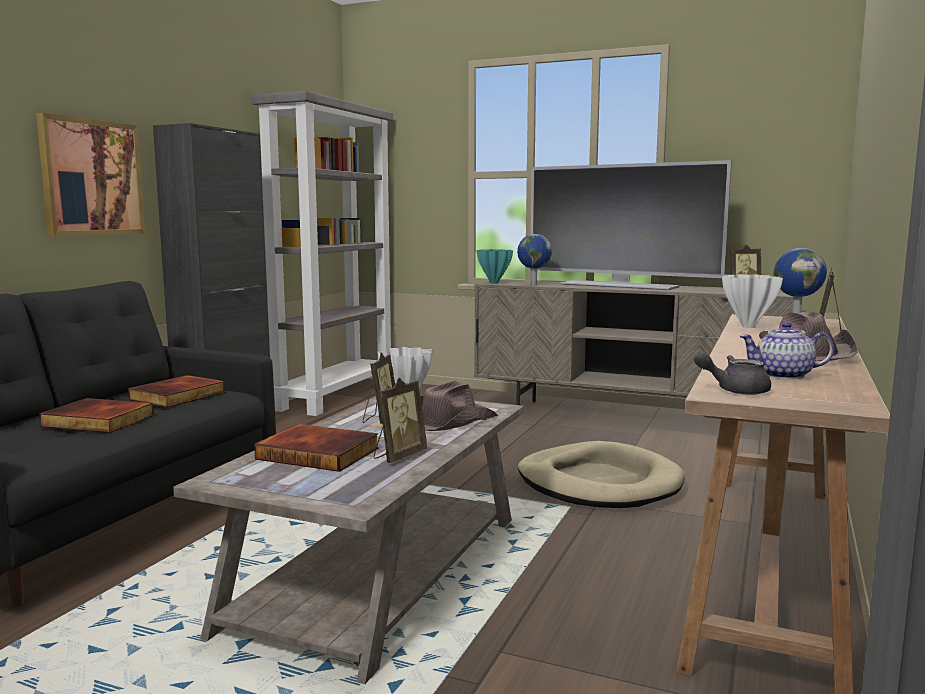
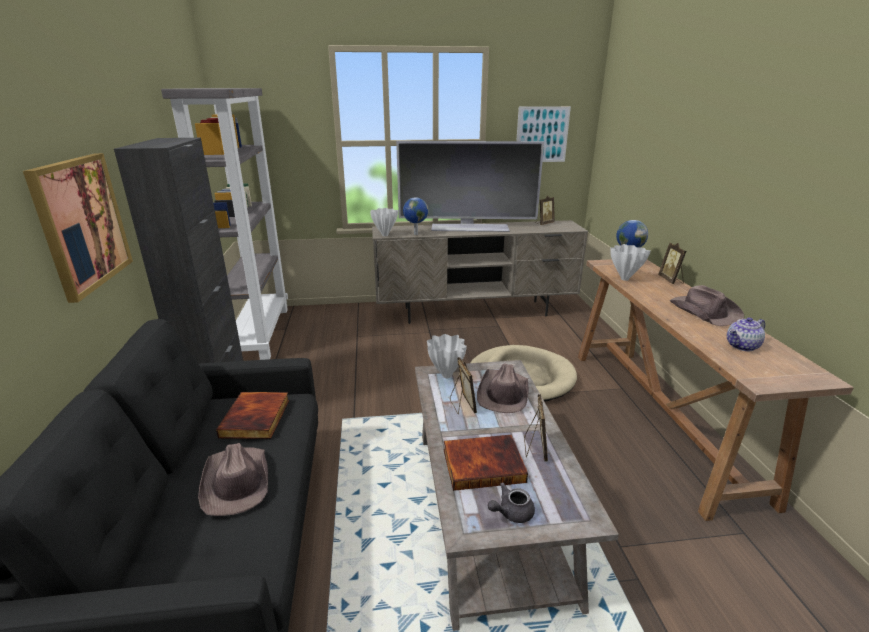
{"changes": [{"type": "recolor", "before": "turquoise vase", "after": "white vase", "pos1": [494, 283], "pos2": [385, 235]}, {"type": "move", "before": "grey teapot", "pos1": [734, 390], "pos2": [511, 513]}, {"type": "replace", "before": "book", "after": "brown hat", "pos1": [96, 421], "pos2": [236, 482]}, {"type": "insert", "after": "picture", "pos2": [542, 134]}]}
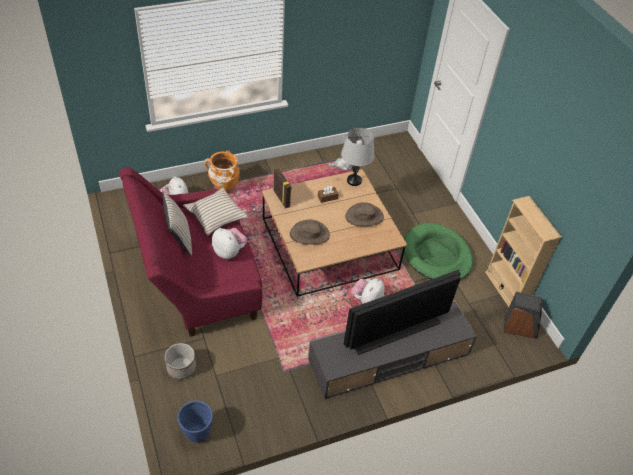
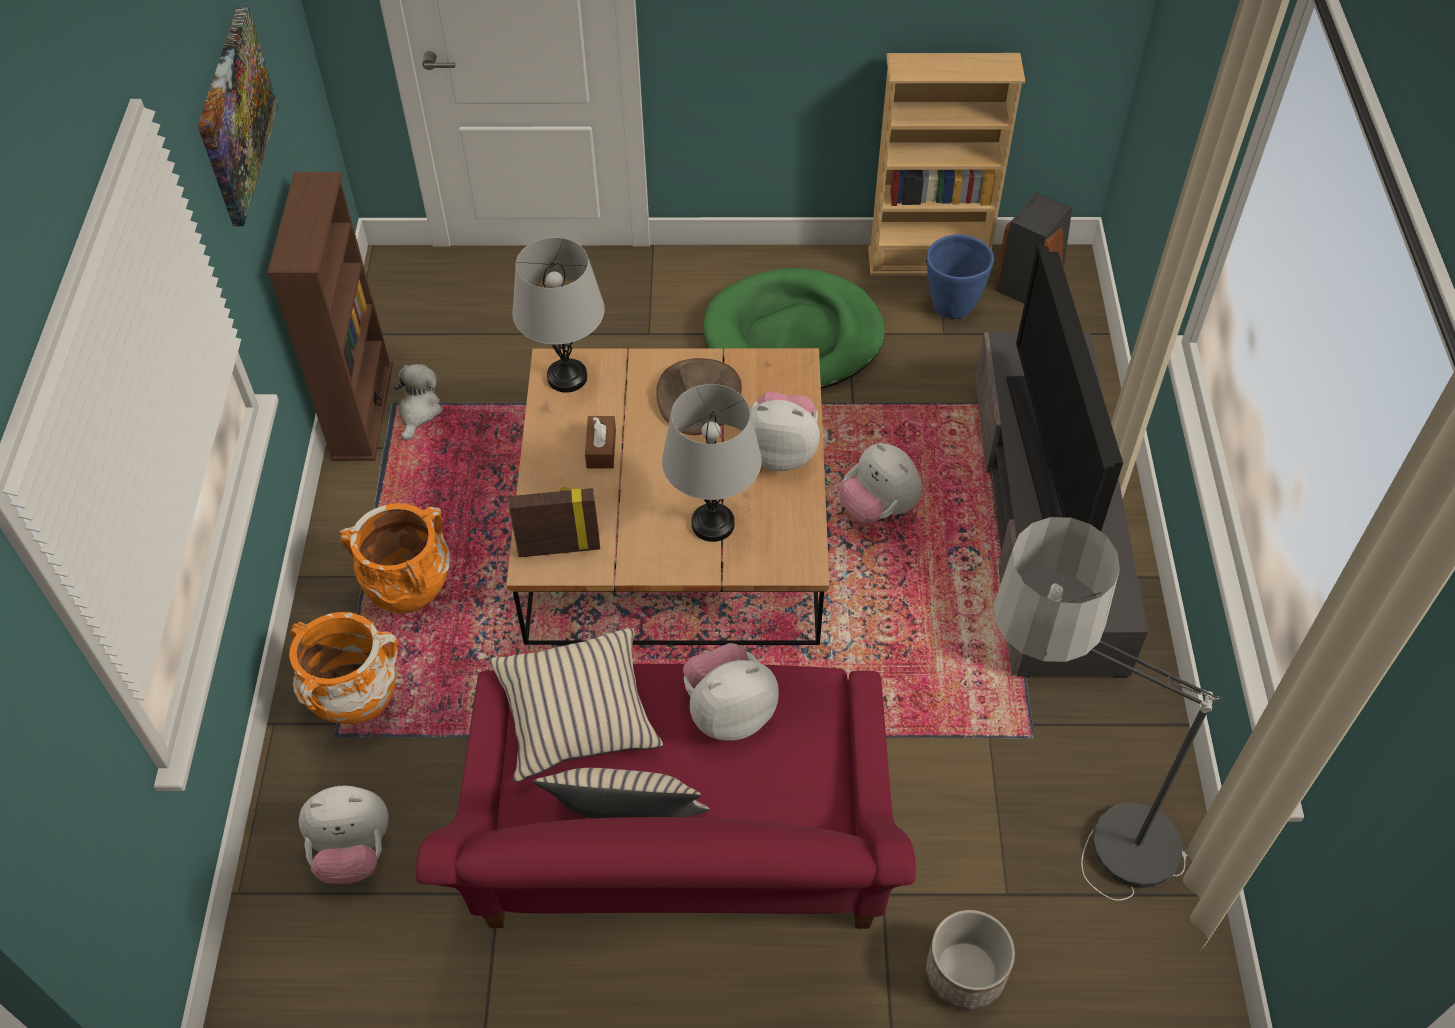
{"changes": [{"type": "replace", "before": "brown hat", "after": "grey table lamp", "pos1": [309, 234], "pos2": [713, 524]}, {"type": "move", "before": "blue planter", "pos1": [197, 433], "pos2": [951, 306]}, {"type": "insert", "after": "picture", "pos2": [235, 115]}, {"type": "insert", "after": "brown bookcase", "pos2": [362, 411]}, {"type": "insert", "after": "plush toy", "pos2": [781, 452]}, {"type": "insert", "after": "orange vase", "pos2": [412, 596]}, {"type": "insert", "after": "floor lamp", "pos2": [1063, 836]}]}
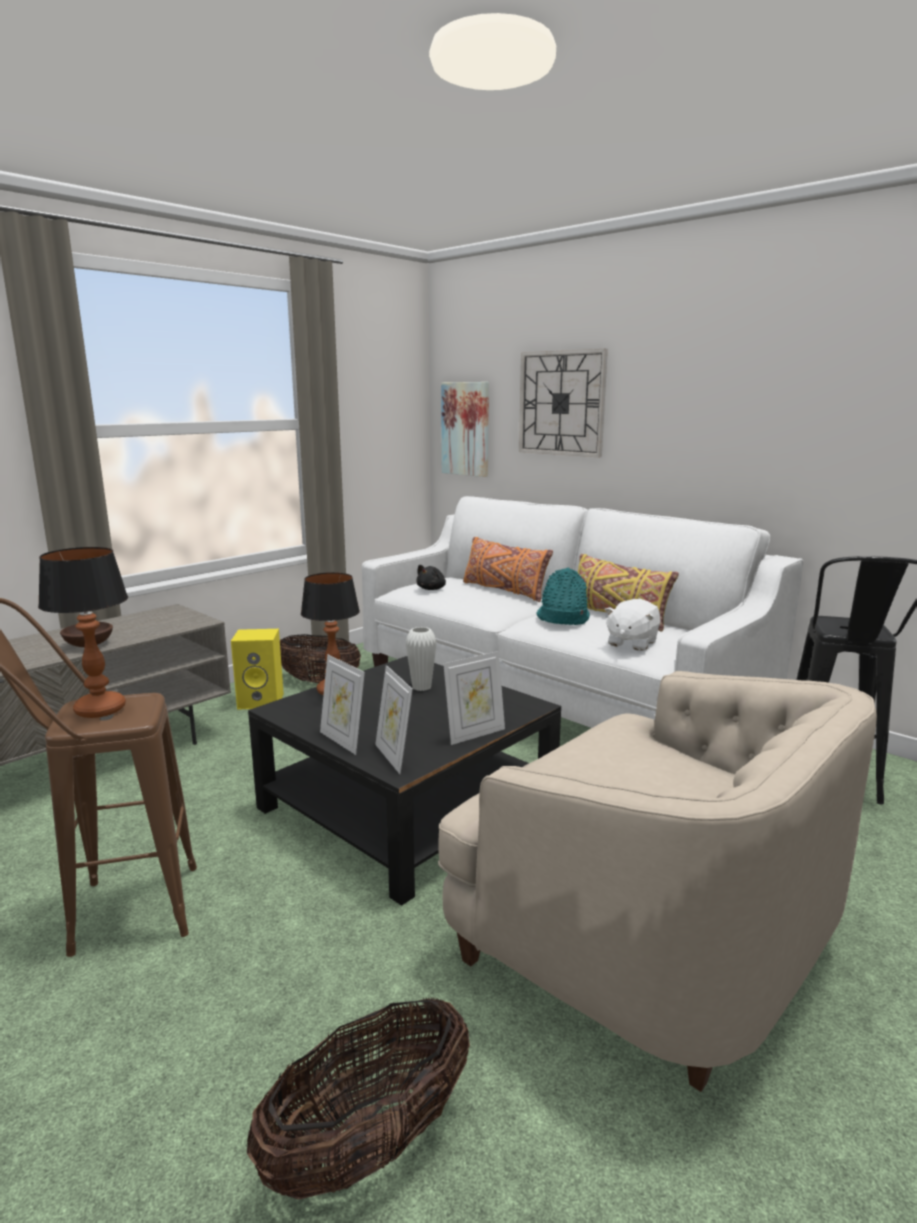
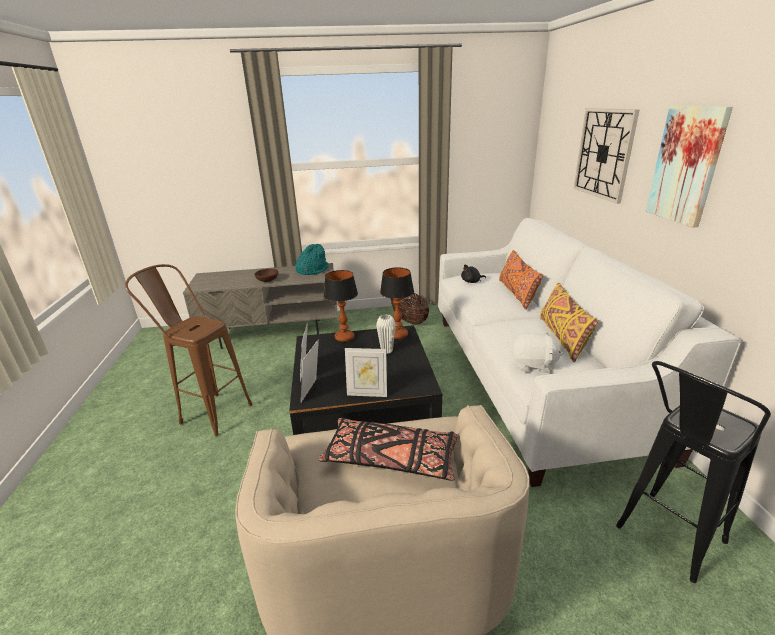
{"changes": [{"type": "move", "before": "picture", "pos1": [466, 429], "pos2": [686, 165]}, {"type": "move", "before": "table lamp", "pos1": [101, 709], "pos2": [398, 335]}, {"type": "move", "before": "turquoise hat", "pos1": [562, 618], "pos2": [312, 270]}, {"type": "rotate", "before": "white plush toy", "pos1": [631, 643], "pos2": [533, 365], "turn": -150}, {"type": "delete", "before": "yellow speaker", "pos1": [262, 701]}, {"type": "delete", "before": "basket", "pos1": [369, 1146]}, {"type": "insert", "after": "black pillow", "pos2": [391, 459]}]}
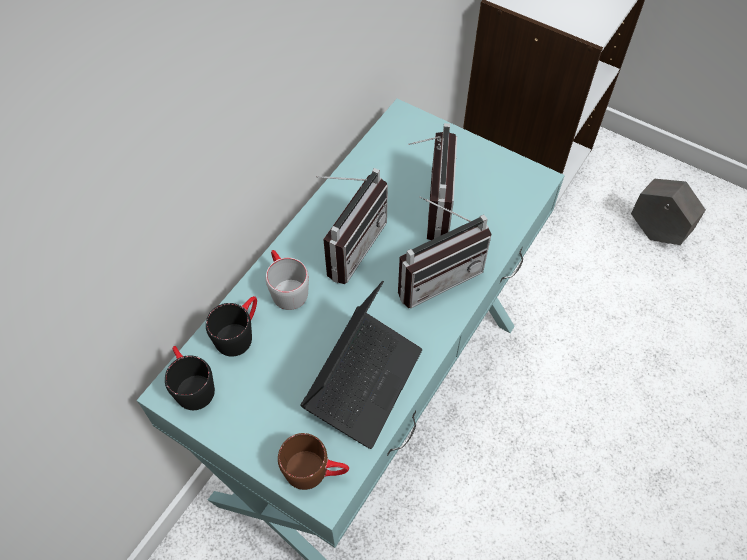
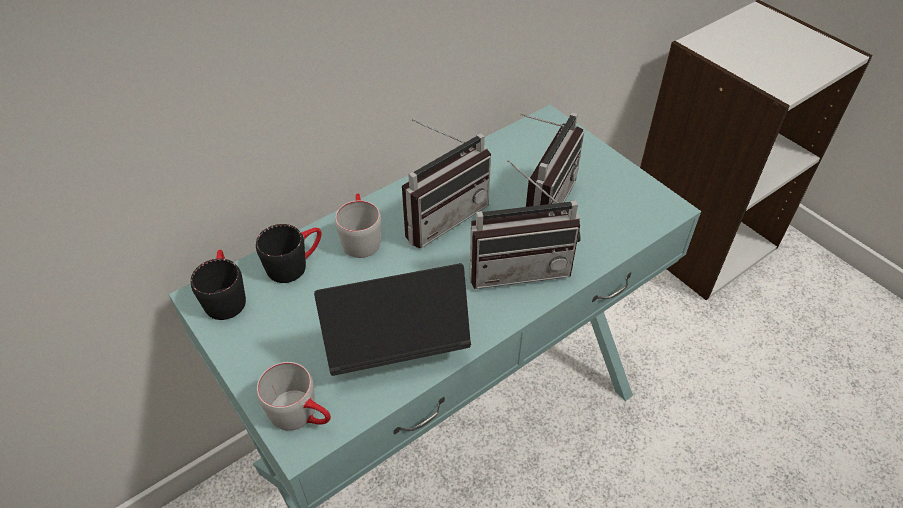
{"changes": [{"type": "delete", "before": "grey planter", "pos1": [656, 232]}, {"type": "rotate", "before": "laptop", "pos1": [363, 382], "pos2": [394, 345], "turn": -150}, {"type": "recolor", "before": "brown mug", "after": "grey mug", "pos1": [316, 471], "pos2": [302, 415]}]}
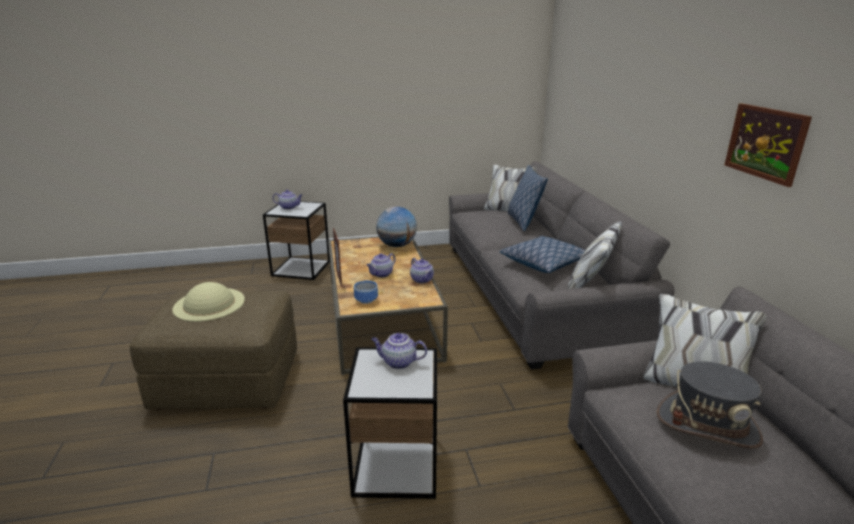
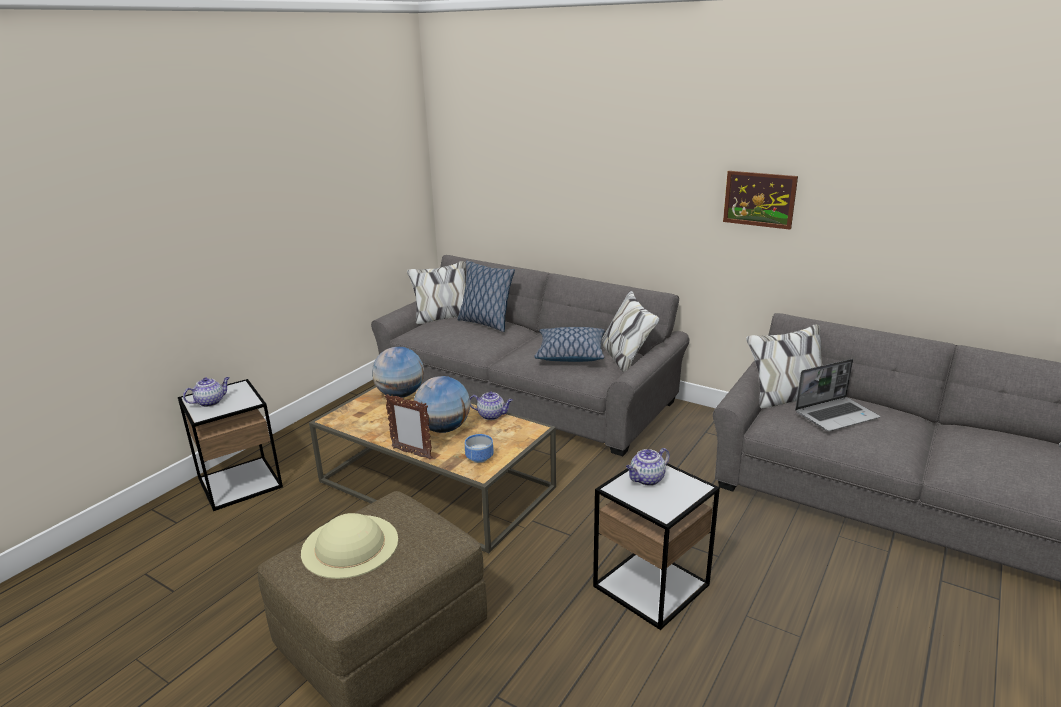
{"changes": [{"type": "replace", "before": "teapot", "after": "globe", "pos1": [381, 274], "pos2": [444, 429]}, {"type": "replace", "before": "grey hat", "after": "laptop", "pos1": [707, 425], "pos2": [836, 415]}]}
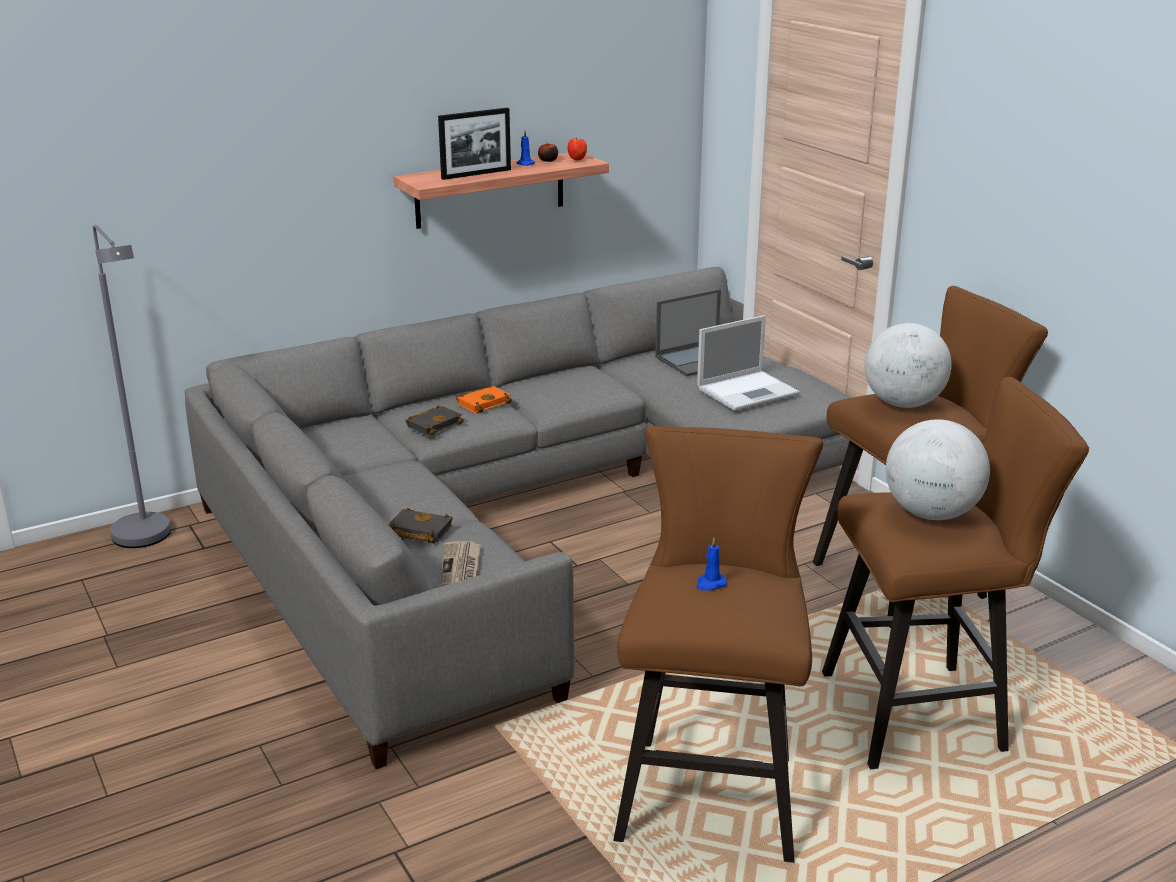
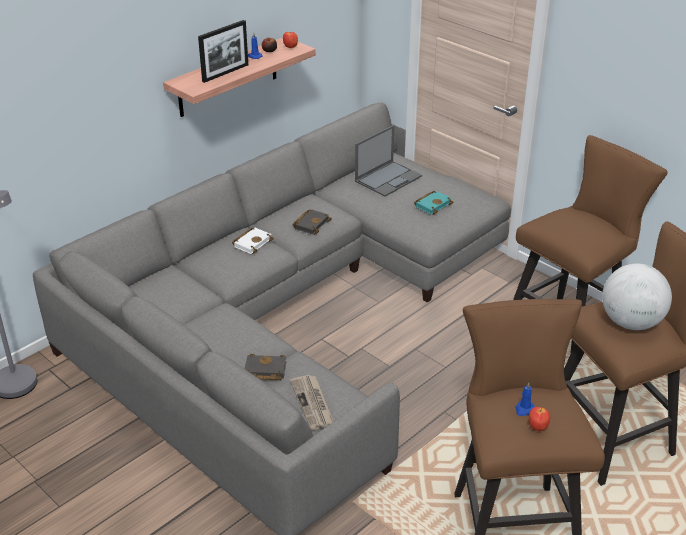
{"changes": [{"type": "replace", "before": "laptop", "after": "turquoise book", "pos1": [748, 391], "pos2": [433, 204]}, {"type": "delete", "before": "globe", "pos1": [903, 404]}, {"type": "recolor", "before": "orange book", "after": "white book", "pos1": [484, 402], "pos2": [252, 242]}, {"type": "move", "before": "black book", "pos1": [434, 424], "pos2": [311, 224]}, {"type": "insert", "after": "apple", "pos2": [537, 427]}]}
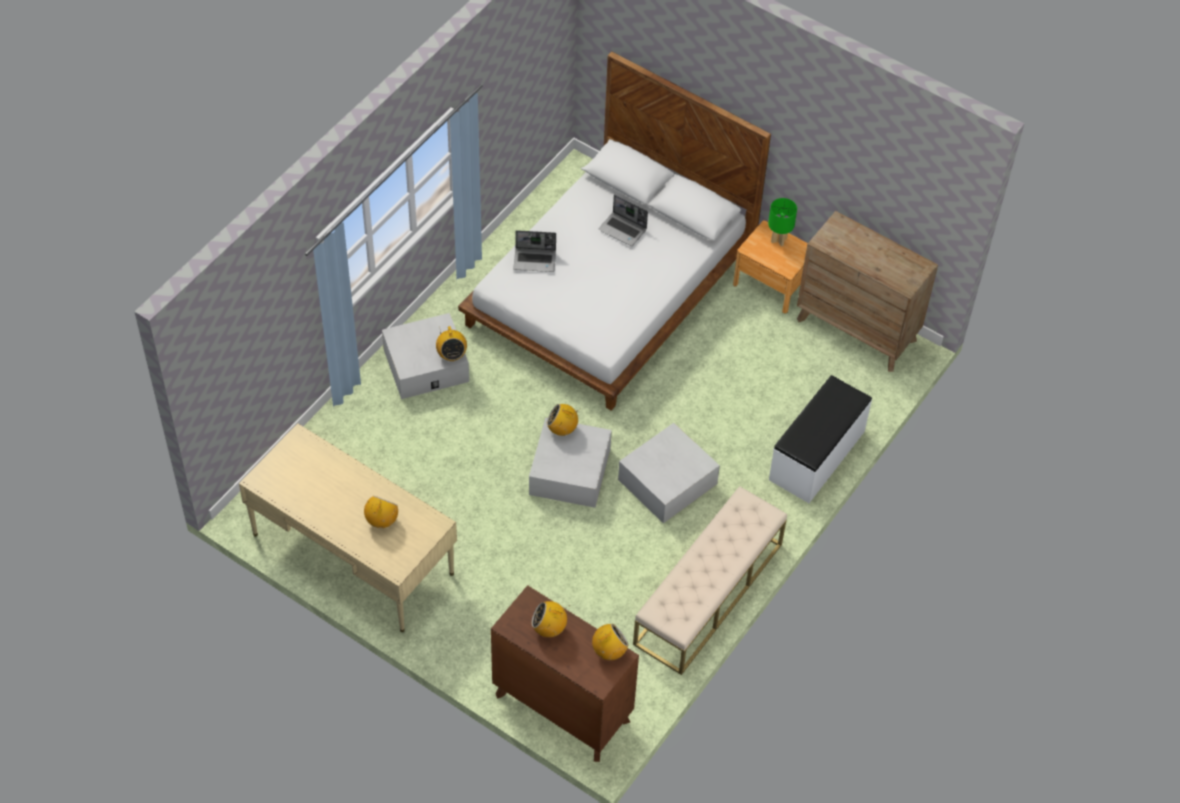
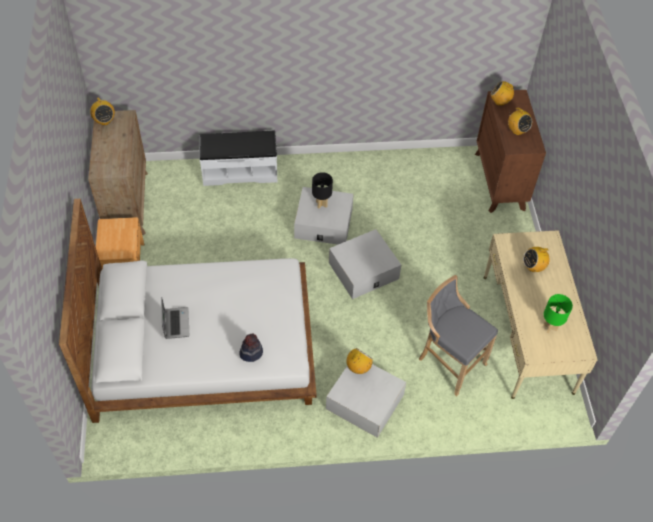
{"changes": [{"type": "move", "before": "green table lamp", "pos1": [779, 240], "pos2": [549, 327]}, {"type": "replace", "before": "laptop", "after": "hat", "pos1": [535, 260], "pos2": [251, 352]}, {"type": "move", "before": "radio", "pos1": [562, 429], "pos2": [104, 121]}, {"type": "delete", "before": "beige bench", "pos1": [708, 594]}, {"type": "insert", "after": "black table lamp", "pos2": [321, 204]}, {"type": "insert", "after": "grey stool", "pos2": [449, 362]}]}
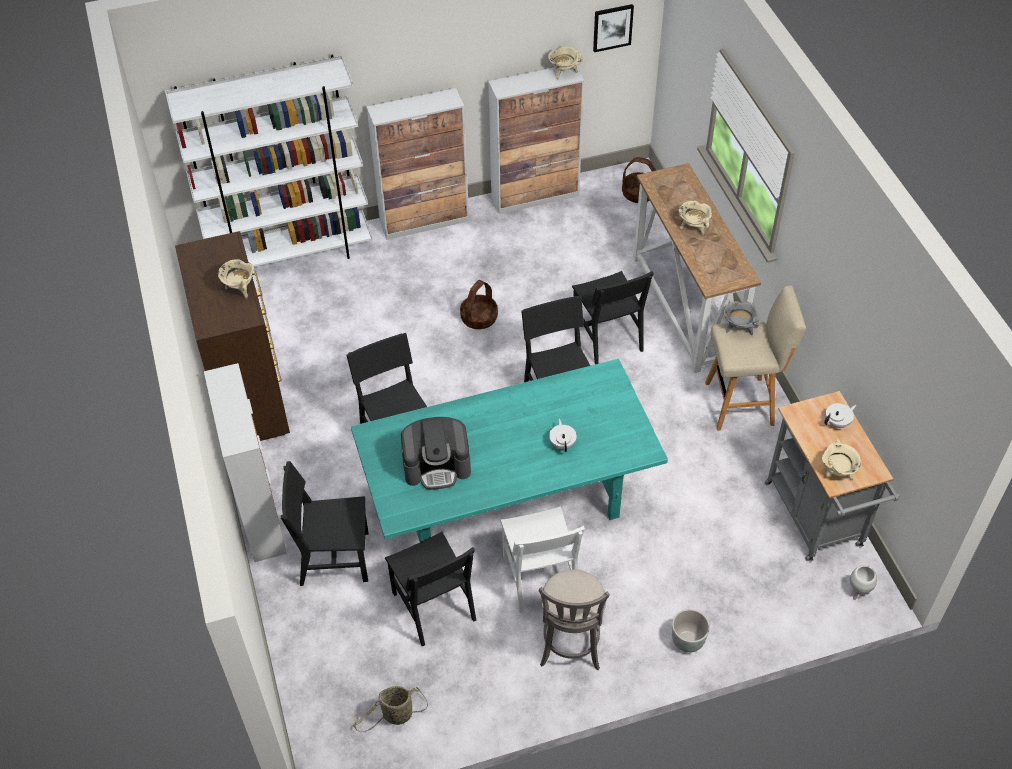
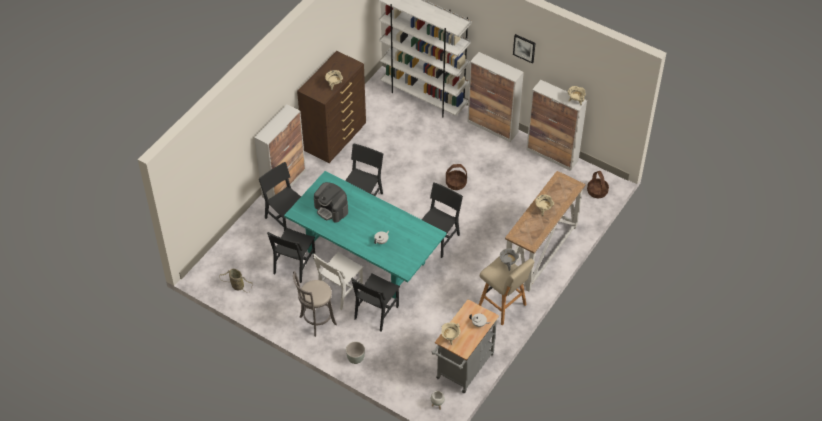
{"changes": [{"type": "move", "before": "picture", "pos1": [612, 27], "pos2": [524, 48]}, {"type": "move", "before": "black chair", "pos1": [607, 337], "pos2": [376, 312]}]}
